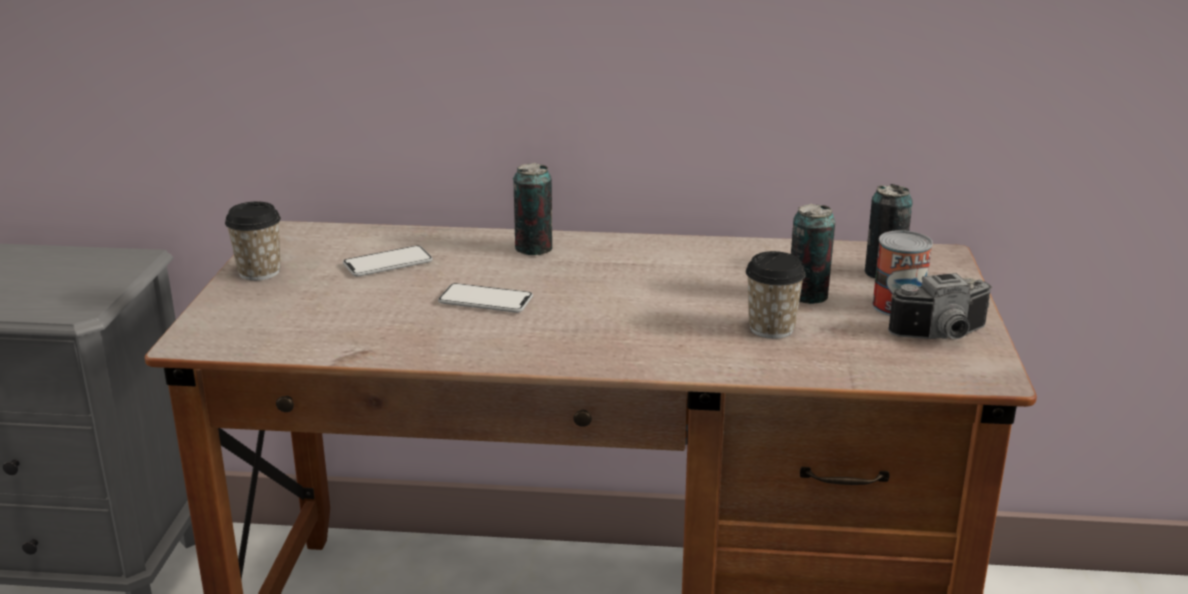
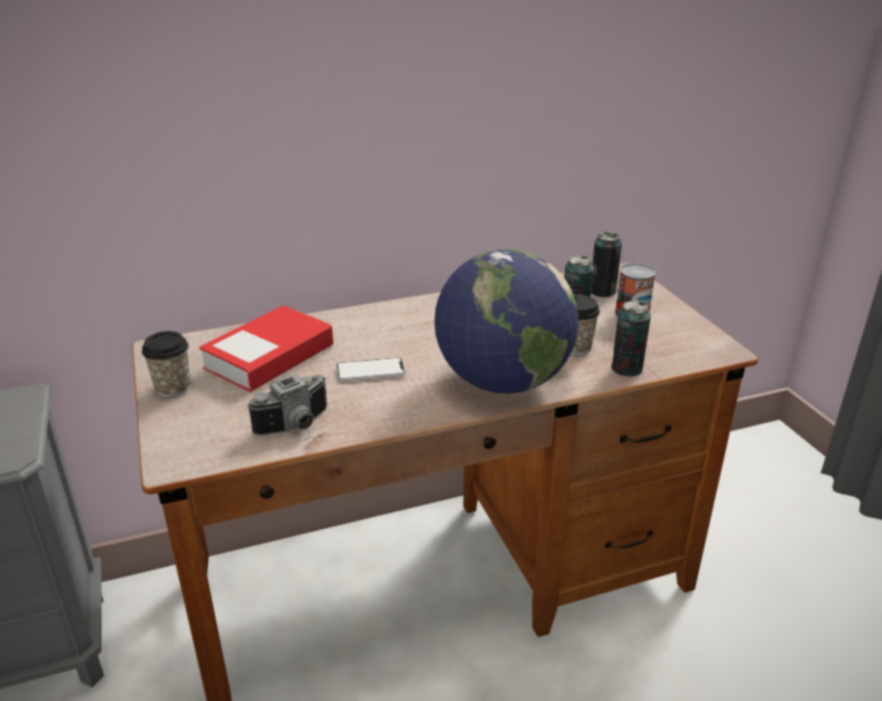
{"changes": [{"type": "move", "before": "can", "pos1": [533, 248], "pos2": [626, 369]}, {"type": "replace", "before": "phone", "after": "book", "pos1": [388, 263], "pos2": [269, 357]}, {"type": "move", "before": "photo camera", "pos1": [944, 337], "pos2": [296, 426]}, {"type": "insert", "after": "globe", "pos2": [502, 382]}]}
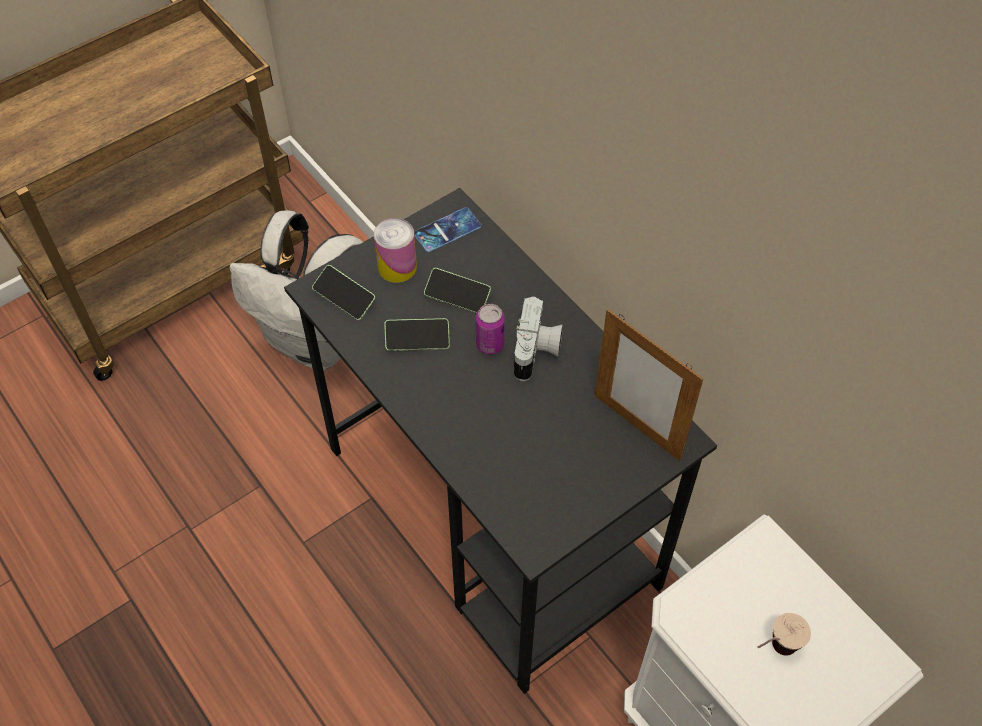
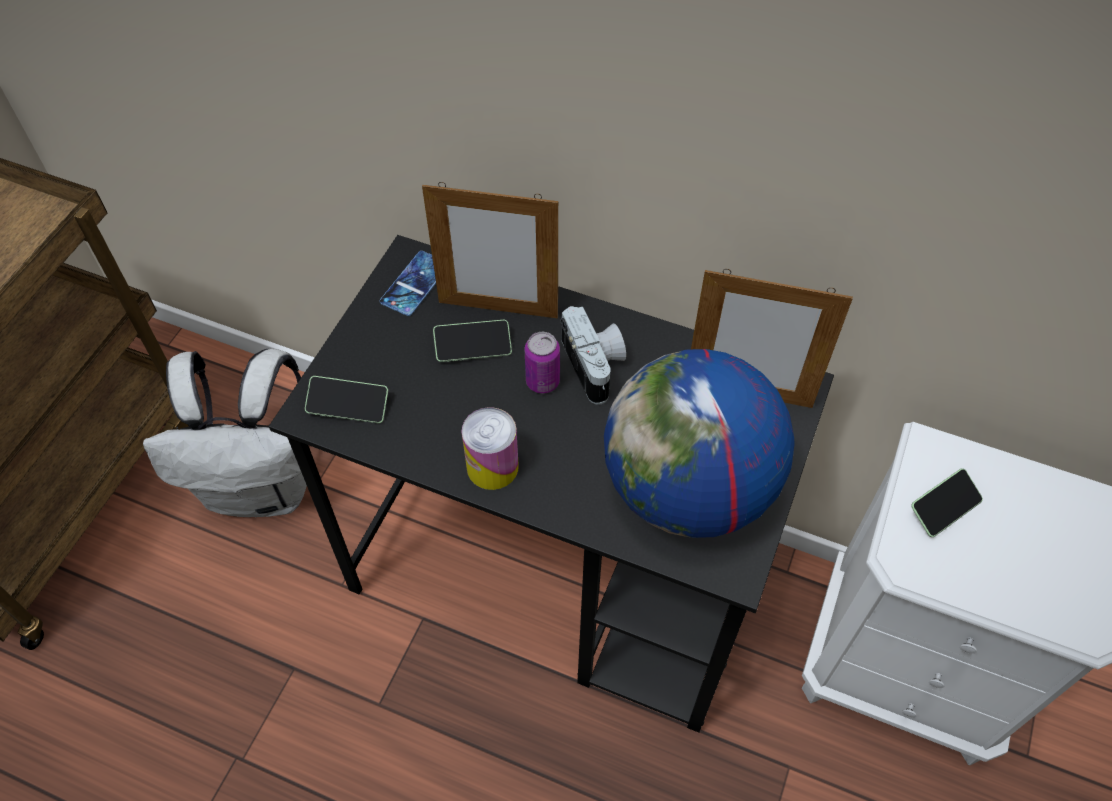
{"changes": [{"type": "move", "before": "can", "pos1": [397, 267], "pos2": [492, 467]}, {"type": "move", "before": "phone", "pos1": [417, 340], "pos2": [943, 508]}, {"type": "delete", "before": "cup", "pos1": [772, 652]}, {"type": "insert", "after": "picture frame", "pos2": [498, 309]}, {"type": "insert", "after": "globe", "pos2": [687, 489]}]}
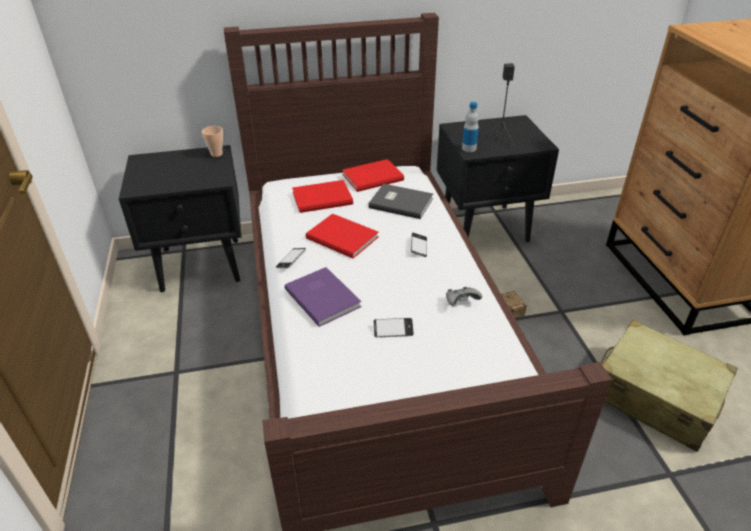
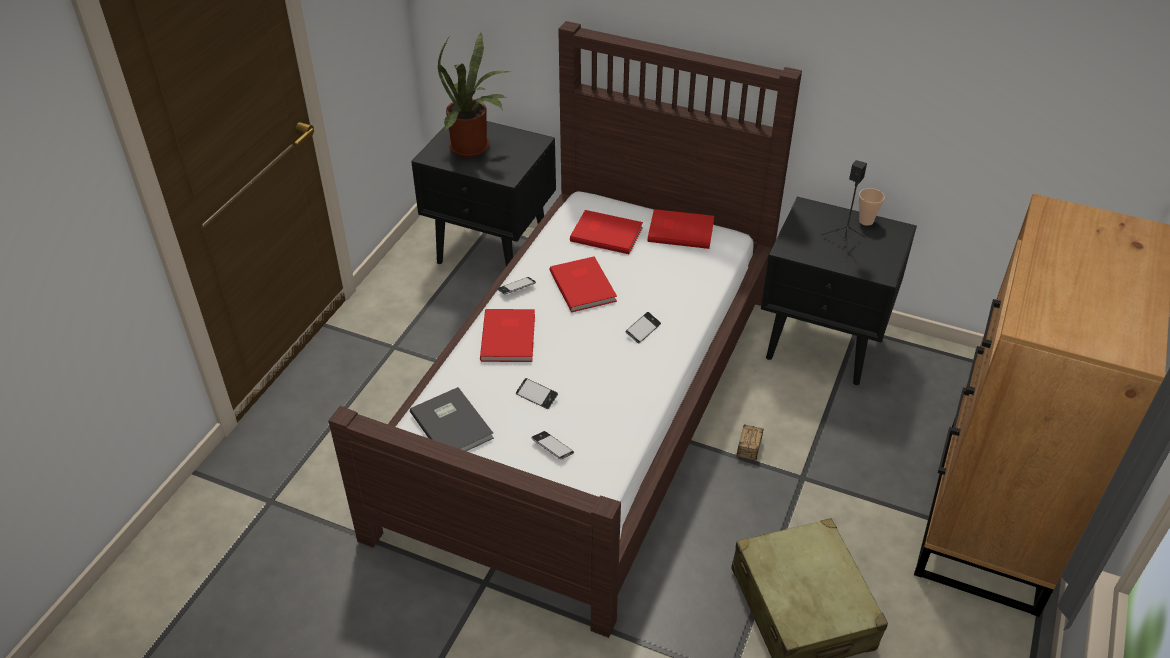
{"changes": [{"type": "delete", "before": "bottle", "pos1": [469, 148]}, {"type": "move", "before": "cup", "pos1": [216, 154], "pos2": [866, 221]}, {"type": "move", "before": "grey book", "pos1": [400, 202], "pos2": [453, 424]}, {"type": "recolor", "before": "purple book", "after": "red book", "pos1": [323, 297], "pos2": [510, 336]}, {"type": "delete", "before": "grey game controller", "pos1": [461, 302]}, {"type": "insert", "after": "potted plant", "pos2": [474, 148]}, {"type": "insert", "after": "phone", "pos2": [552, 448]}]}
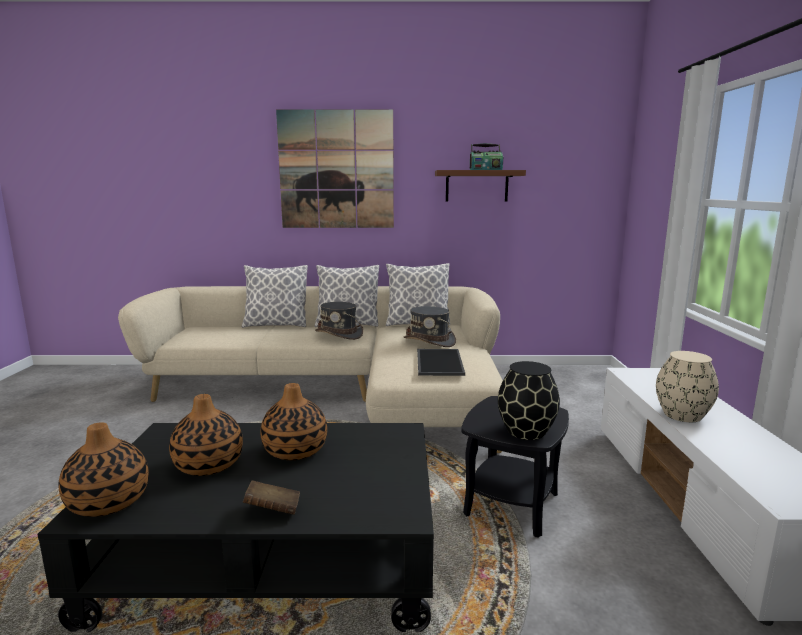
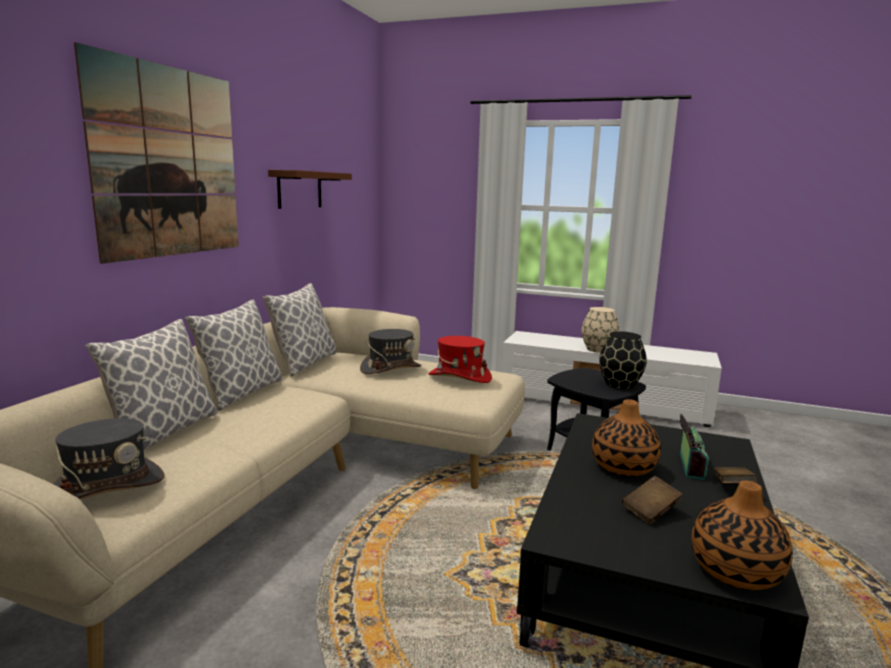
{"changes": [{"type": "move", "before": "radio", "pos1": [485, 169], "pos2": [689, 465]}, {"type": "move", "before": "grey hat", "pos1": [339, 334], "pos2": [108, 486]}, {"type": "replace", "before": "tray", "after": "red hat", "pos1": [438, 362], "pos2": [459, 377]}, {"type": "replace", "before": "vase", "after": "brown book", "pos1": [209, 465], "pos2": [650, 511]}]}
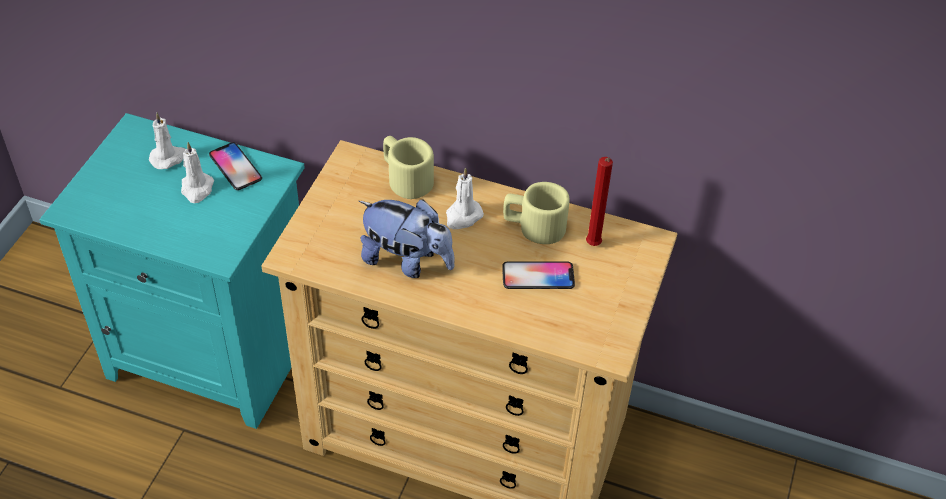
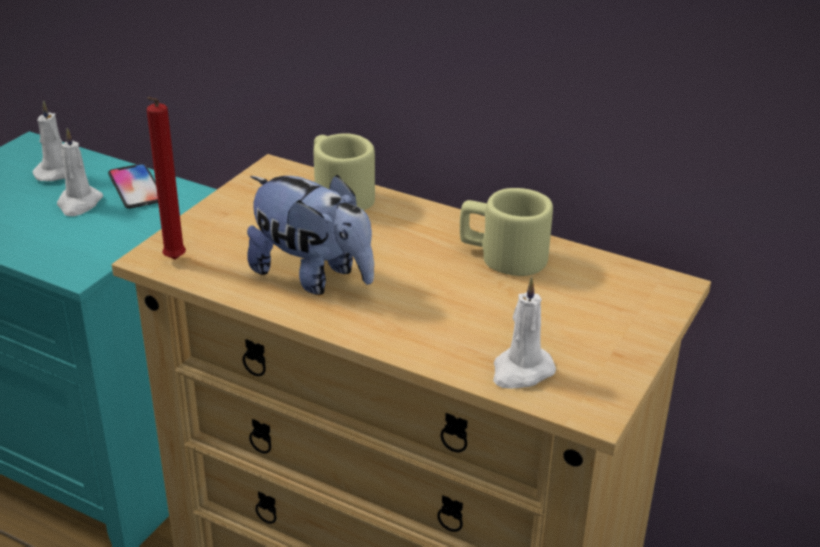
{"changes": [{"type": "move", "before": "red candle", "pos1": [593, 246], "pos2": [173, 261]}, {"type": "move", "before": "white candle", "pos1": [463, 216], "pos2": [521, 371]}, {"type": "delete", "before": "phone", "pos1": [538, 276]}]}
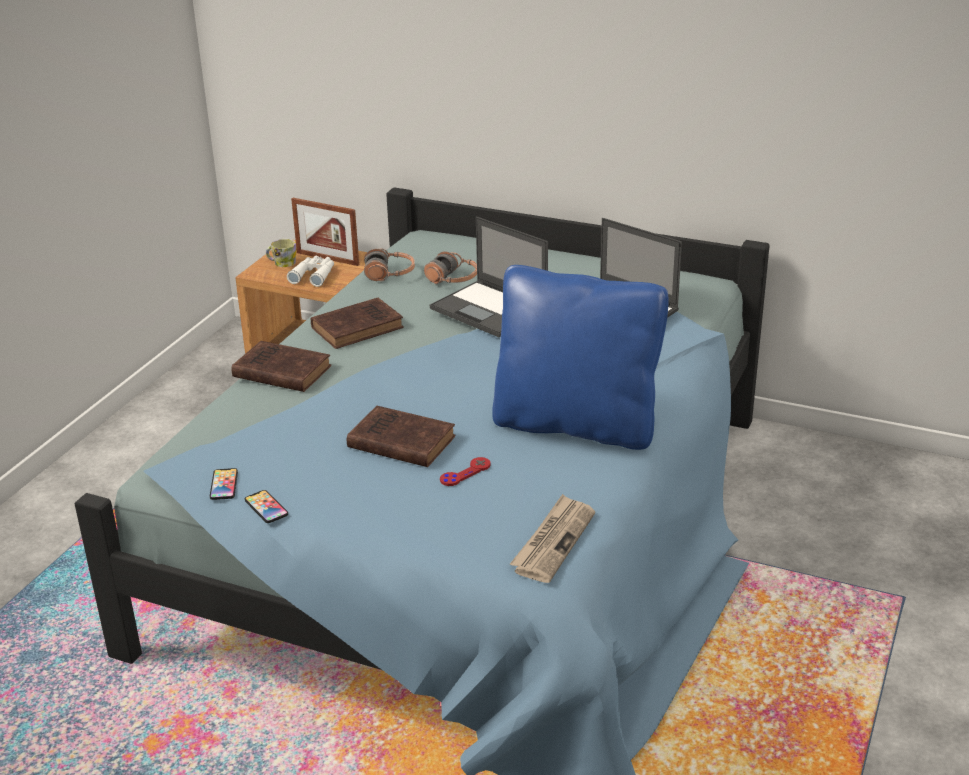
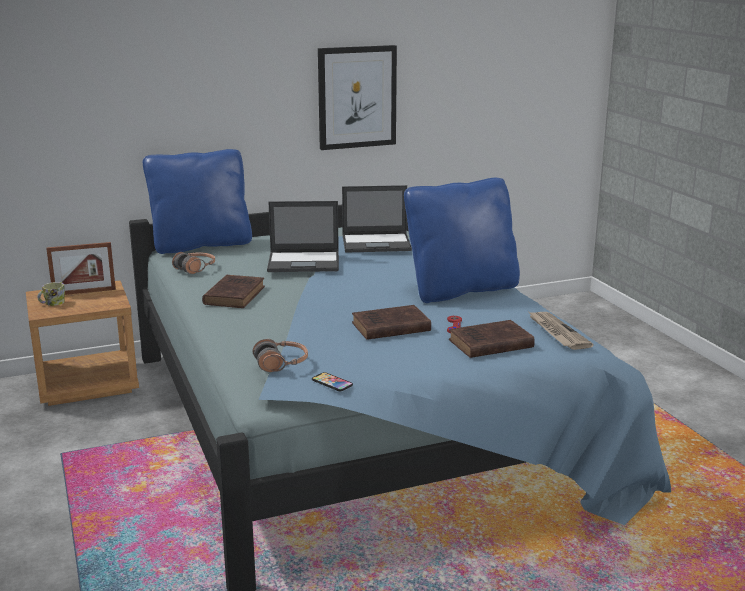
{"changes": [{"type": "move", "before": "headphones", "pos1": [452, 279], "pos2": [281, 364]}, {"type": "delete", "before": "white binoculars", "pos1": [314, 275]}, {"type": "move", "before": "brown book", "pos1": [280, 371], "pos2": [488, 344]}, {"type": "delete", "before": "phone", "pos1": [266, 507]}, {"type": "insert", "after": "picture", "pos2": [357, 97]}, {"type": "insert", "after": "blue pillow", "pos2": [201, 245]}]}
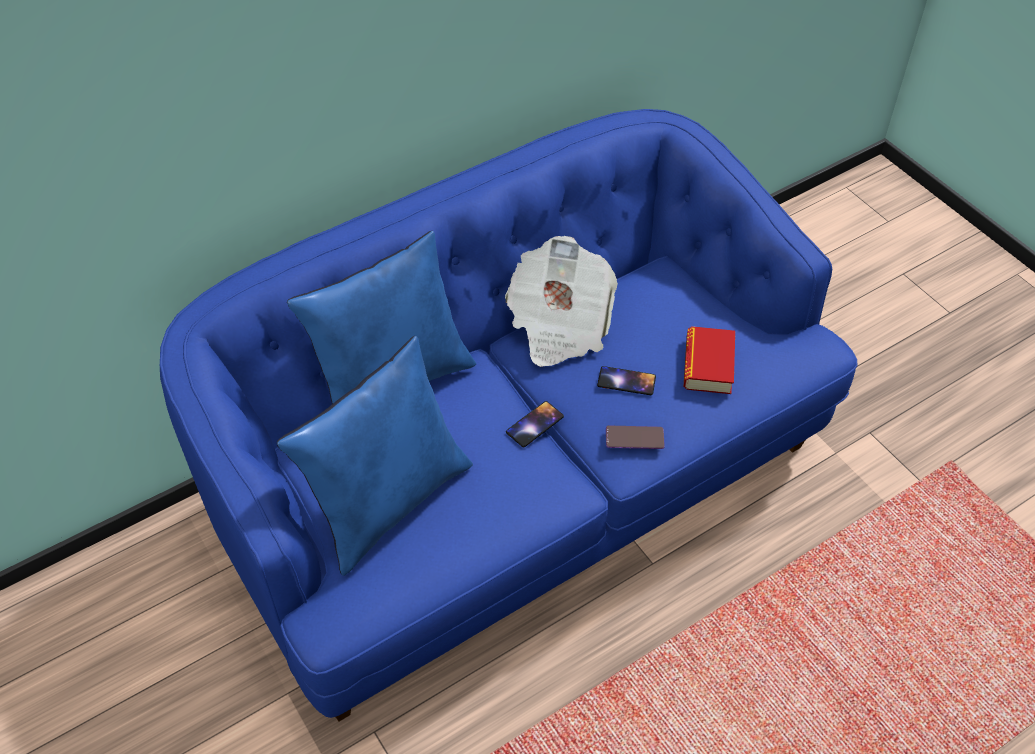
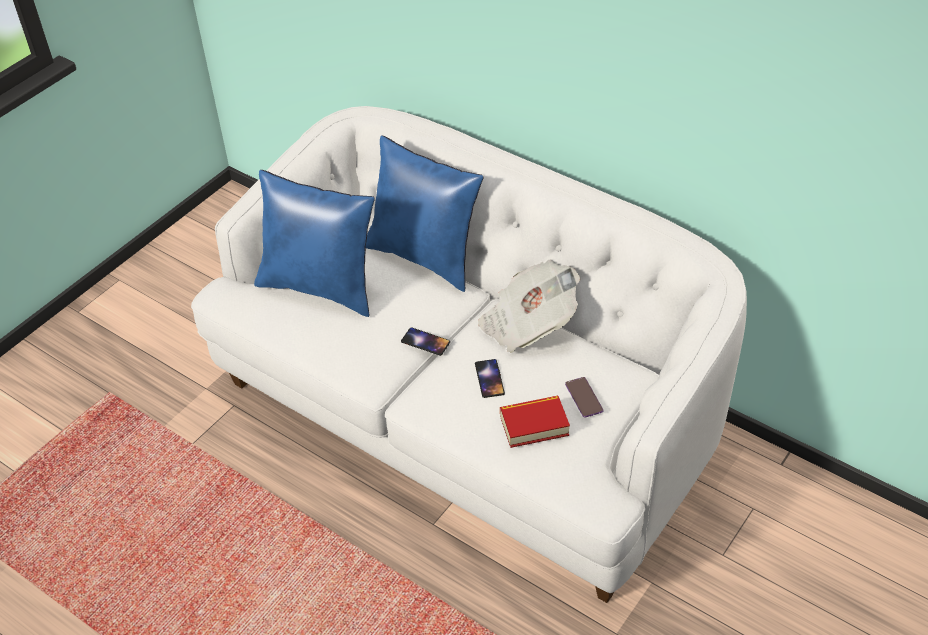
{"changes": [{"type": "recolor", "before": "blue sofa", "after": "white sofa", "pos1": [519, 483], "pos2": [468, 416]}, {"type": "move", "before": "phone", "pos1": [634, 438], "pos2": [584, 398]}]}
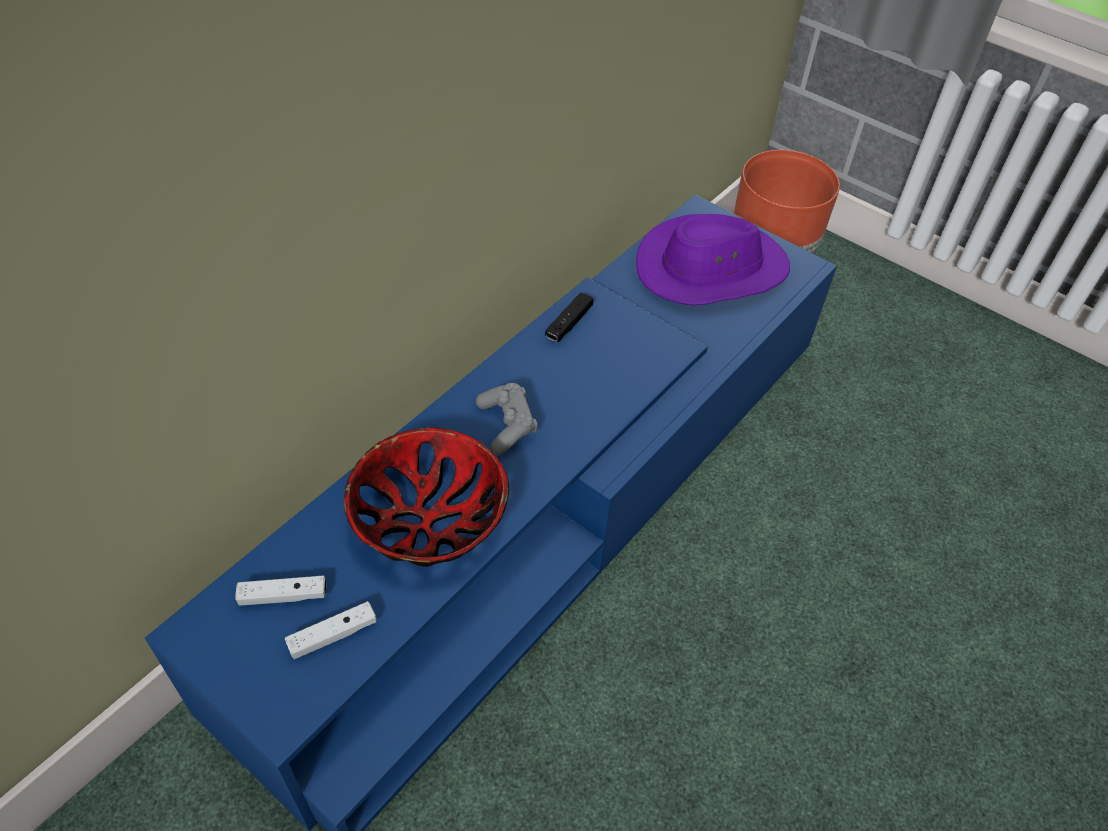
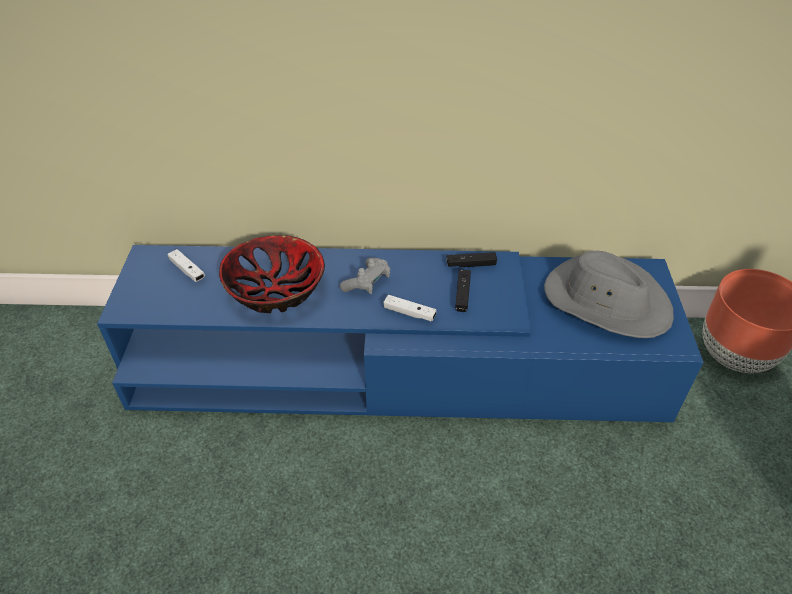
{"changes": [{"type": "recolor", "before": "purple hat", "after": "grey hat", "pos1": [710, 268], "pos2": [606, 301]}, {"type": "move", "before": "white game controller", "pos1": [333, 635], "pos2": [409, 313]}, {"type": "insert", "after": "black game controller", "pos2": [462, 294]}]}
